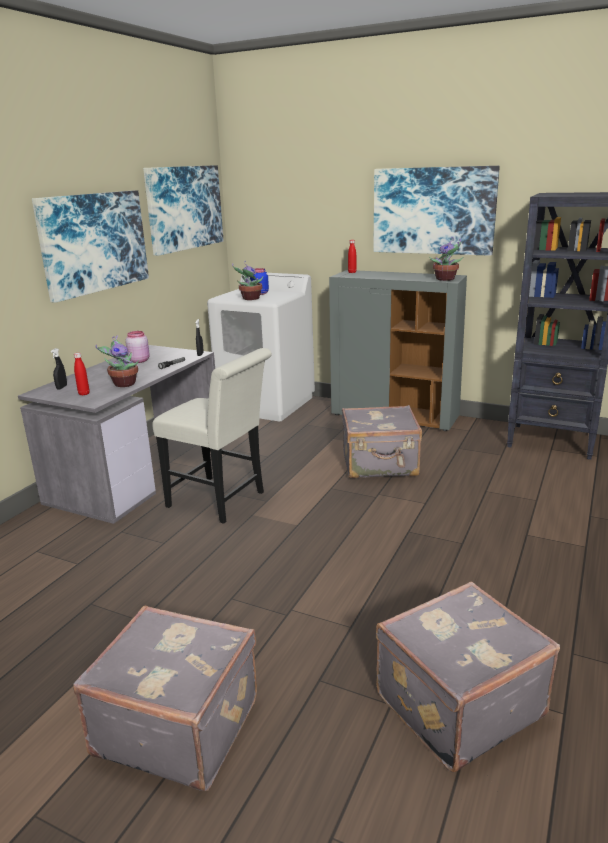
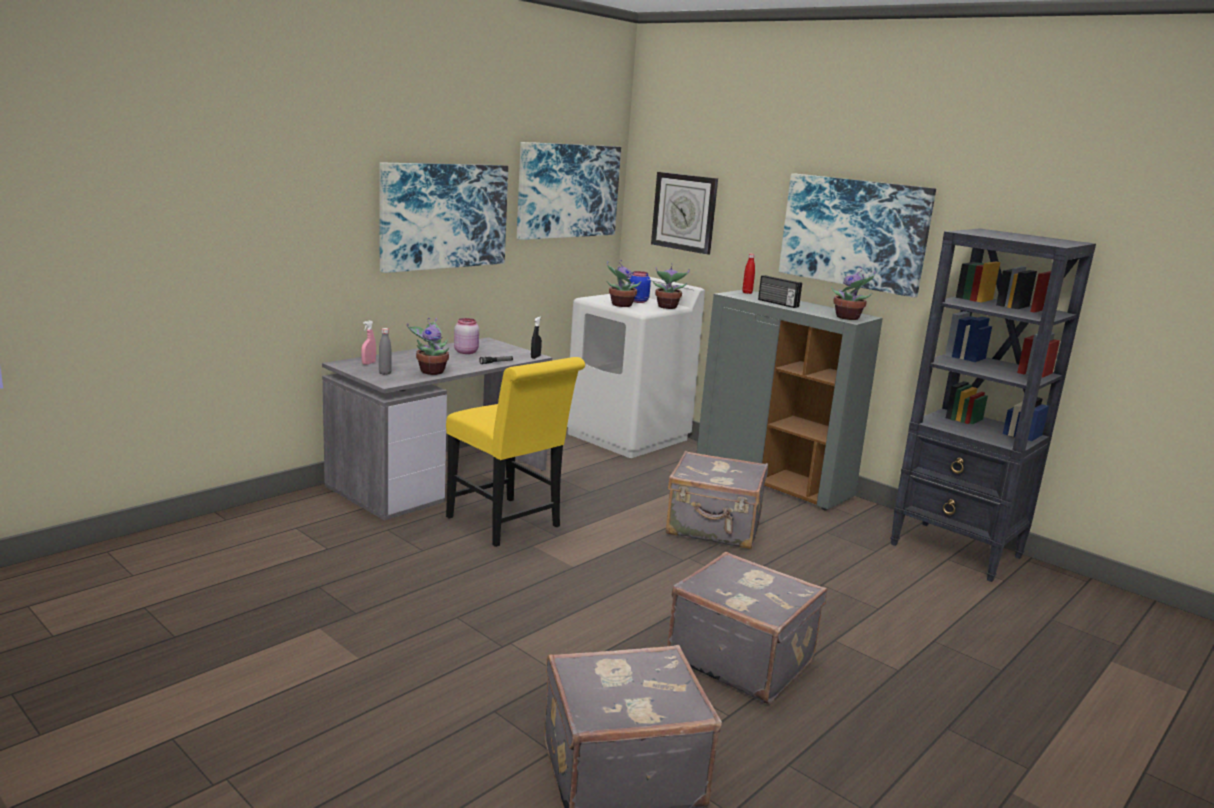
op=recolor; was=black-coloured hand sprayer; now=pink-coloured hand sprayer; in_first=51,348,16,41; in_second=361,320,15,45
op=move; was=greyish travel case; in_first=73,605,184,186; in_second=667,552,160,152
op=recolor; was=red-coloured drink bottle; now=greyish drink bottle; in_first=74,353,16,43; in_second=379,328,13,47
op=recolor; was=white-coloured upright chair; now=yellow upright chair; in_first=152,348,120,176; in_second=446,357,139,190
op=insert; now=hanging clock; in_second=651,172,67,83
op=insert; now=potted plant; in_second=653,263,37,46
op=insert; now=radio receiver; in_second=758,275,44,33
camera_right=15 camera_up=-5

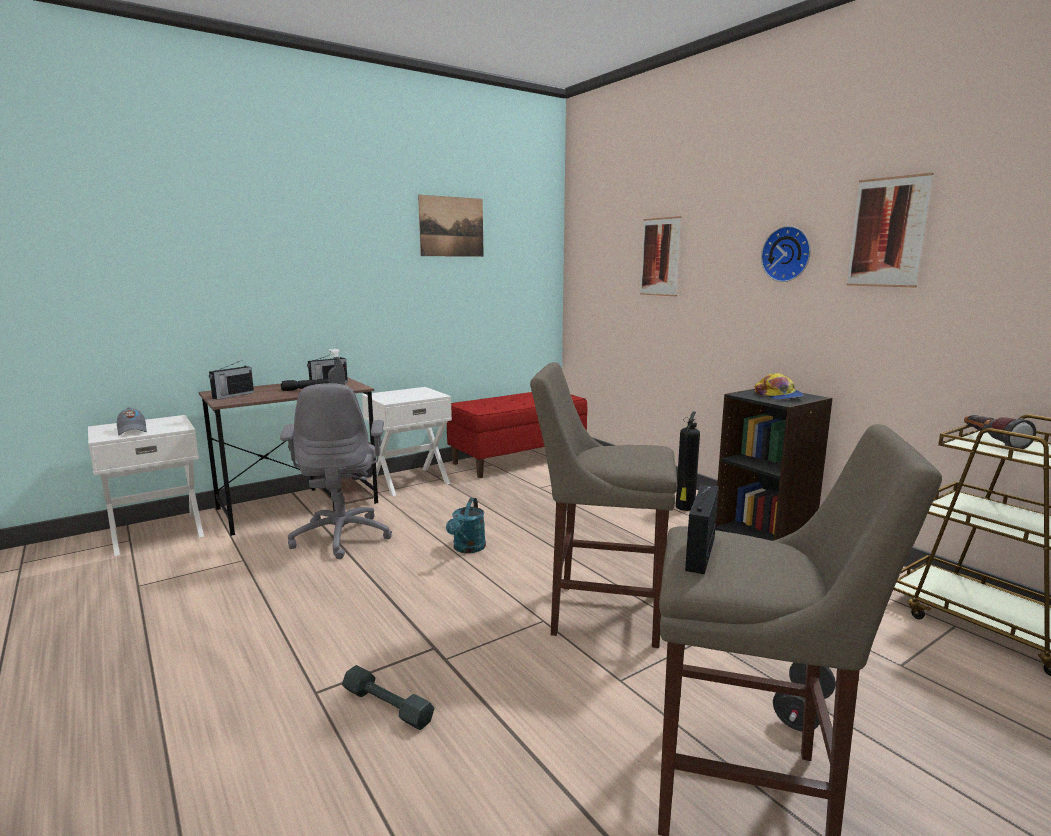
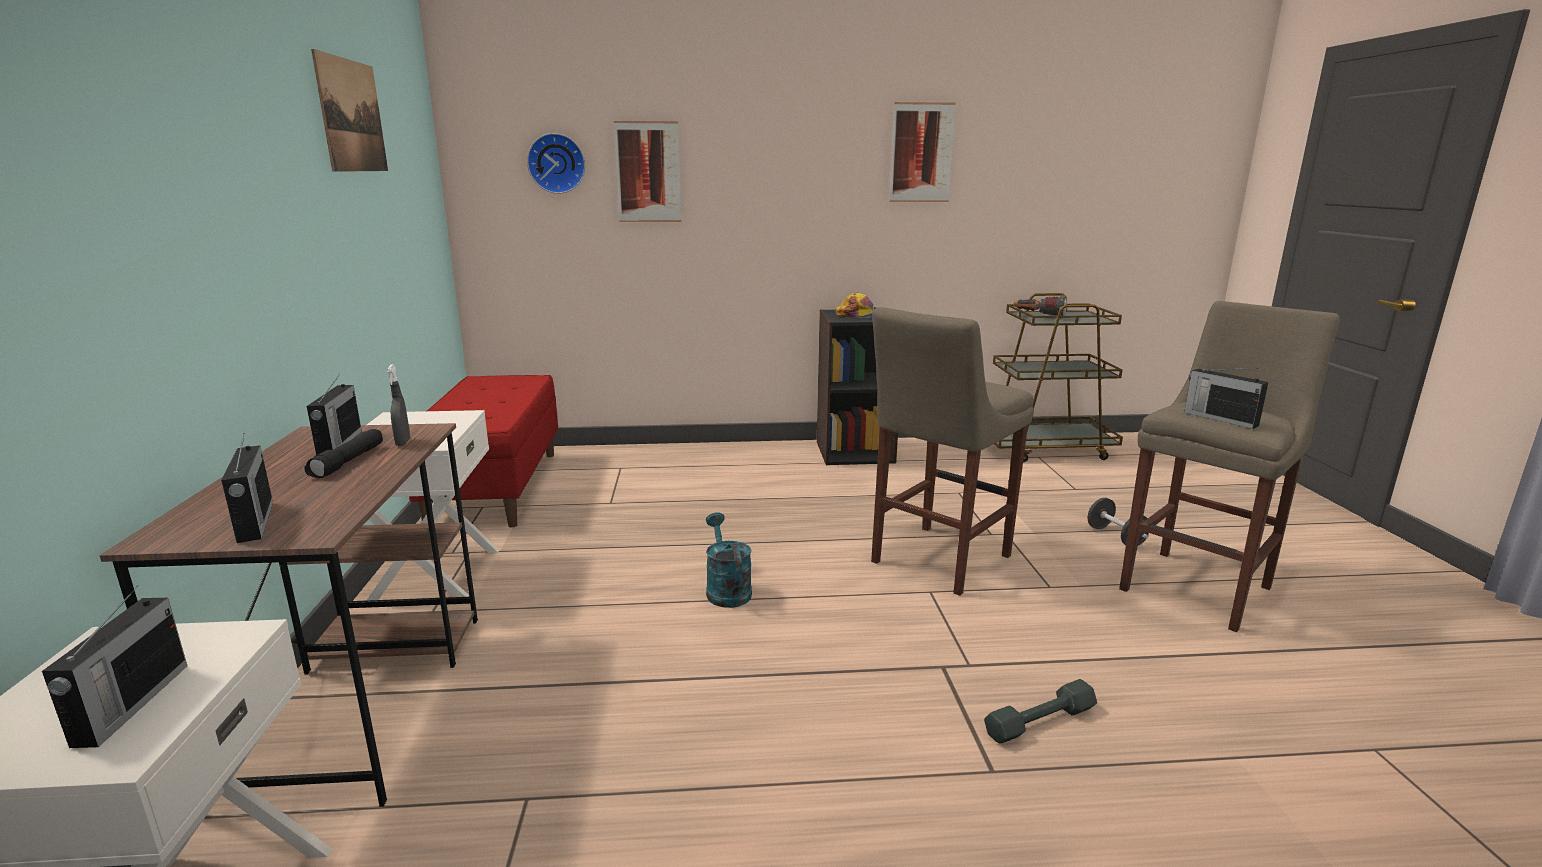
op=replace; was=greyish cap; now=radio receiver; in_first=117,407,30,28; in_second=42,585,145,163
op=delete; was=greyish office chair; in_first=280,383,112,176
op=rotate; was=blue-green watering pot; in_first=446,498,40,55; in_second=706,512,46,96; clockwise=-150
op=delete; was=extinguisher; in_first=676,412,24,99
op=move; was=hanging clock; in_first=761,226,50,56; in_second=527,133,58,61
camera_right=-60 camera_up=5

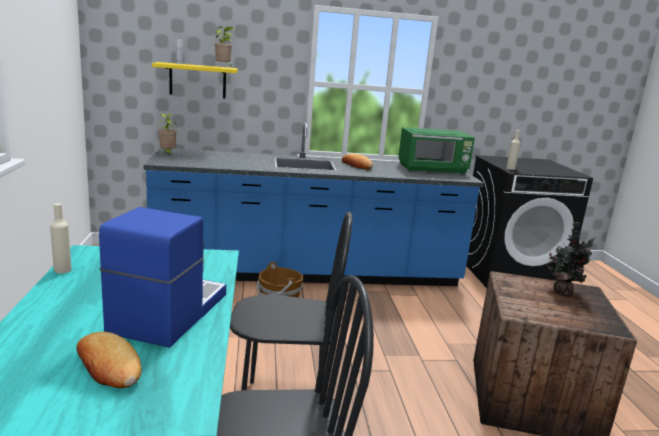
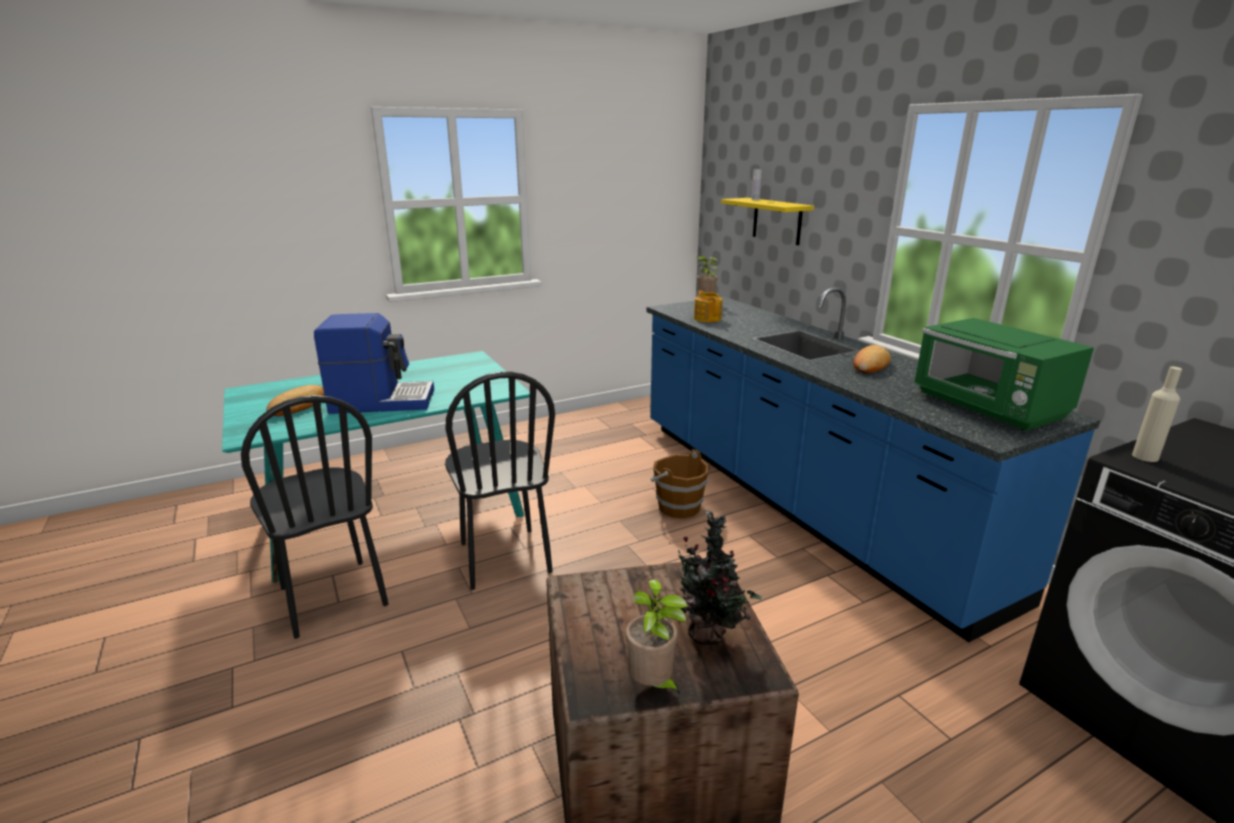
op=delete; was=beige drink bottle; in_first=50,203,22,71
op=move; was=potted plant; in_first=215,26,19,41; in_second=626,579,62,116
op=insert; now=pot for tea; in_second=694,291,28,31
camera_right=70 camera_up=5

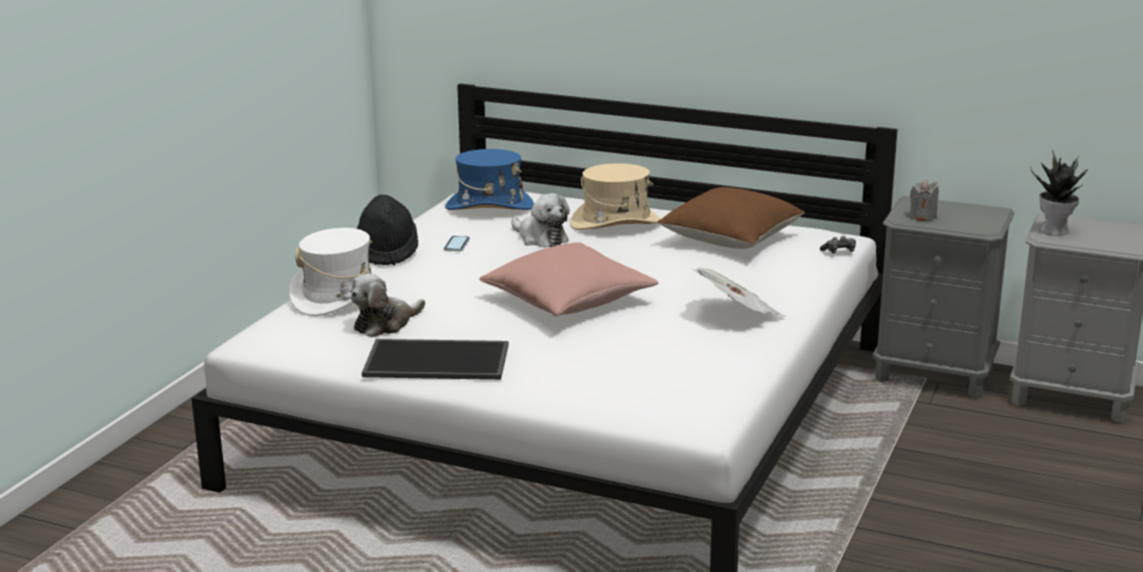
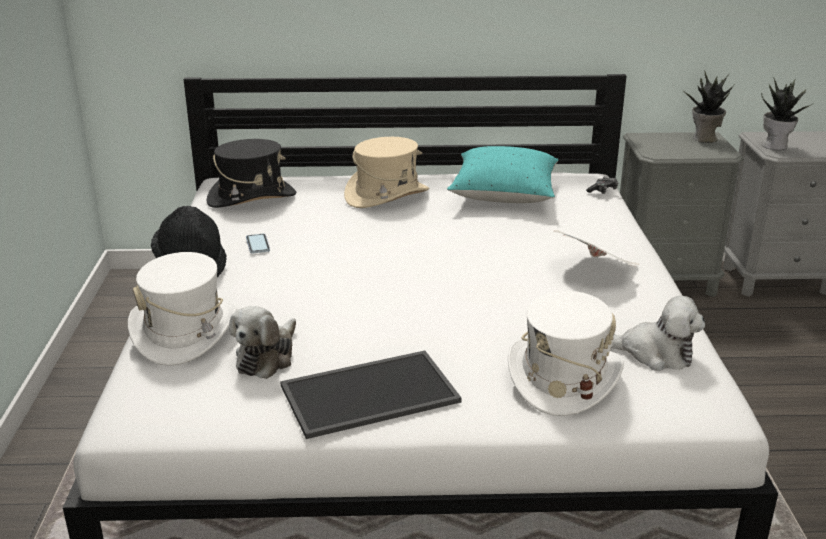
op=recolor; was=bluish clothing hat; now=black-coloured clothing hat; in_first=445,149,89,61; in_second=206,139,90,69
op=delete; was=pink-coloured pillow; in_first=479,242,180,74
op=move; was=soft toy; in_first=511,193,59,55; in_second=611,296,94,75
op=recolor; was=brownish pillow; now=blue-green pillow; in_first=657,187,148,62; in_second=447,146,112,57
op=delete; was=greyish wax candle; in_first=910,179,29,42
op=insert; now=white-coloured clothing hat; in_second=508,291,116,125
op=insert; now=potted plant; in_second=685,71,49,72
camera_right=-25 camera_up=5

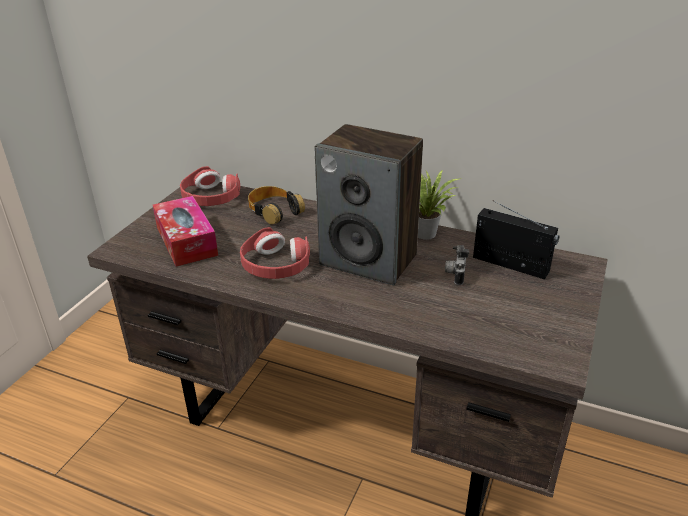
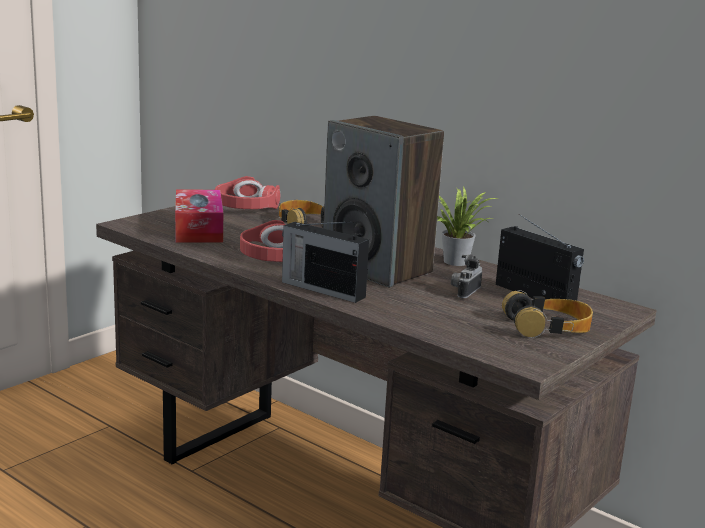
op=insert; now=radio receiver; in_second=282,221,87,82
op=insert; now=headset; in_second=502,290,91,48
camera_right=15 camera_up=-15

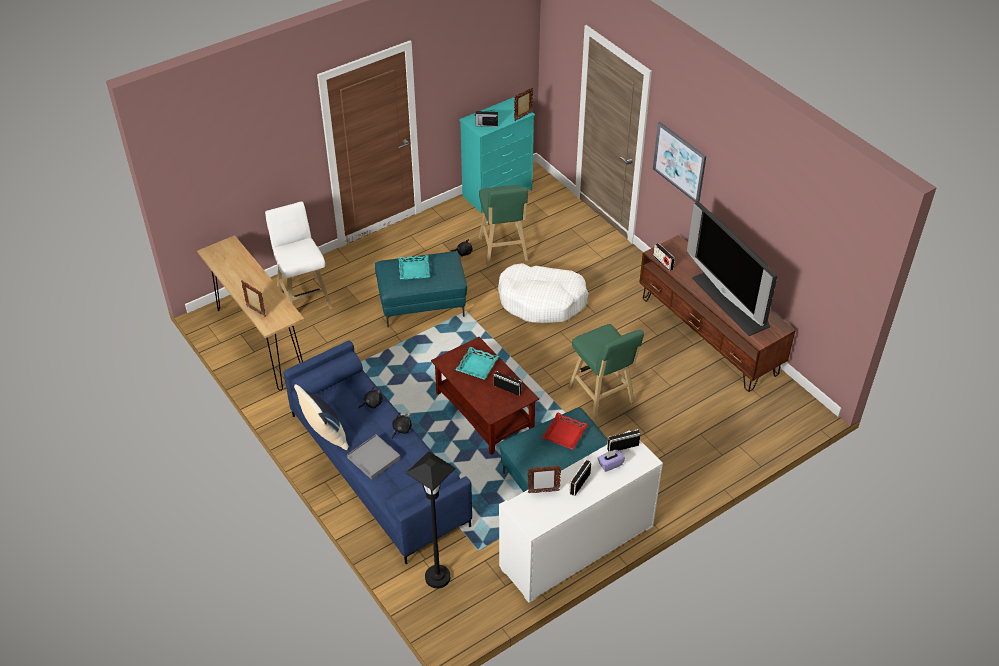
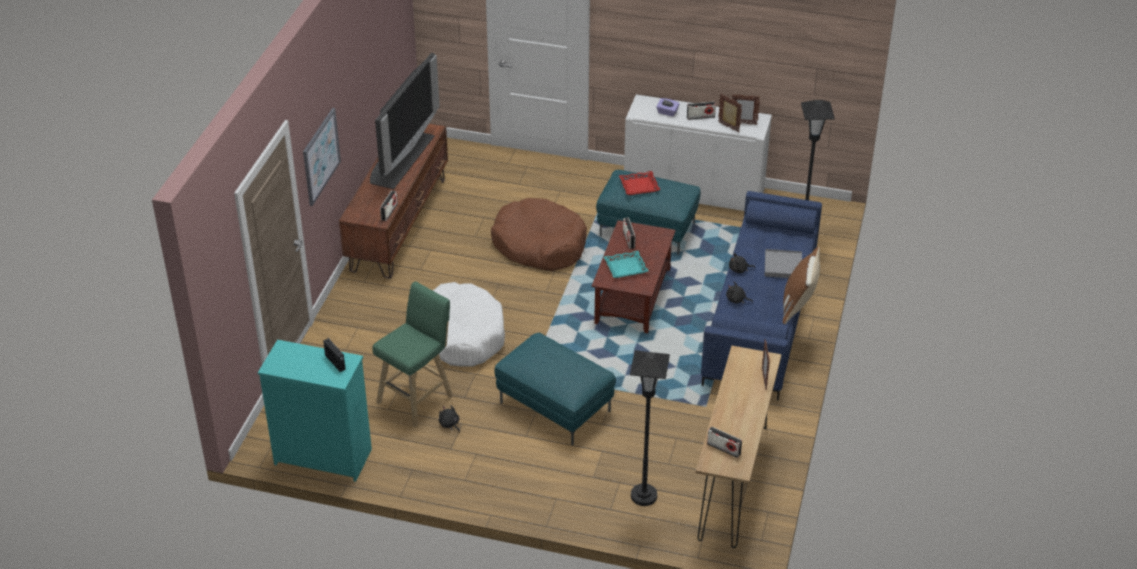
op=replace; was=white-coloured sitting stool; now=black-coloured standing lamp; in_first=265,201,68,108; in_second=630,350,40,156
op=recolor; was=bluish pillow; now=brownish pillow; in_first=294,384,55,66; in_second=783,247,37,77
op=delete; was=blue-green serving tray; in_first=398,255,32,25
op=move; was=picture frame; in_first=514,88,19,33; in_second=732,94,28,31
op=replace; was=green sitting stool; now=brownish pet bed; in_first=568,324,76,96; in_second=491,198,96,73
op=move; was=radio receiver; in_first=607,429,33,23; in_second=707,426,35,32
camera_right=-130 camera_up=-5

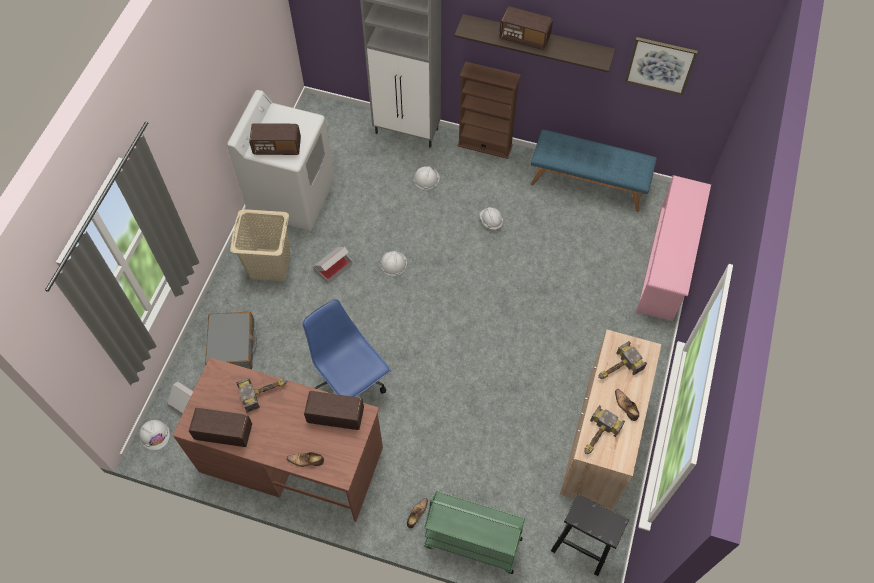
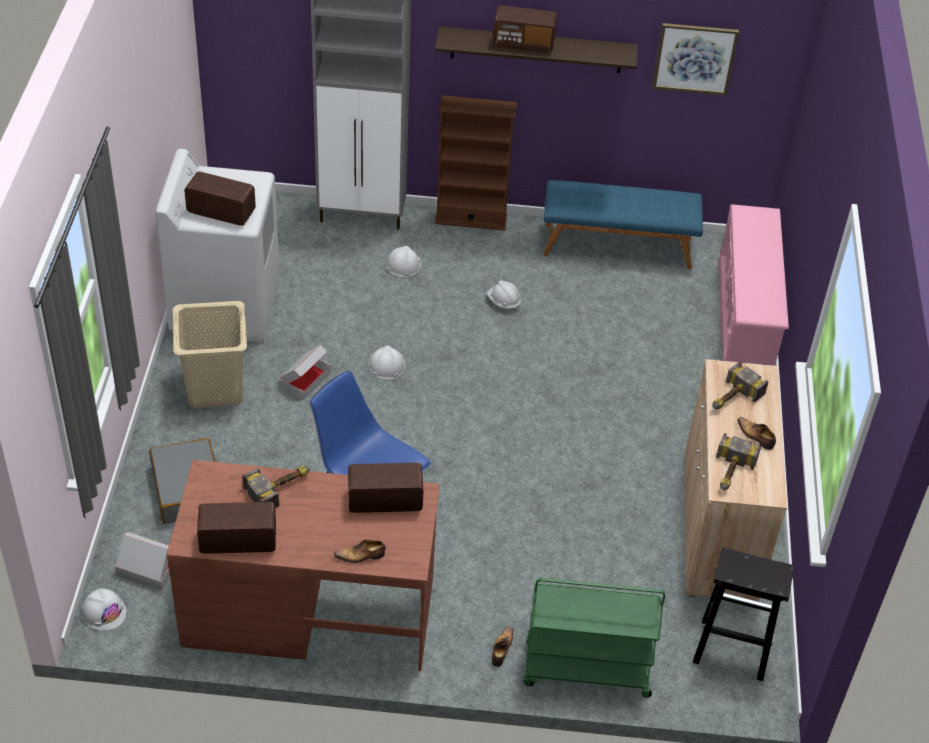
op=rotate; was=radio receiver; in_first=249,123,52,32; in_second=184,171,72,55; clockwise=-150
camera_right=-15 camera_up=-15

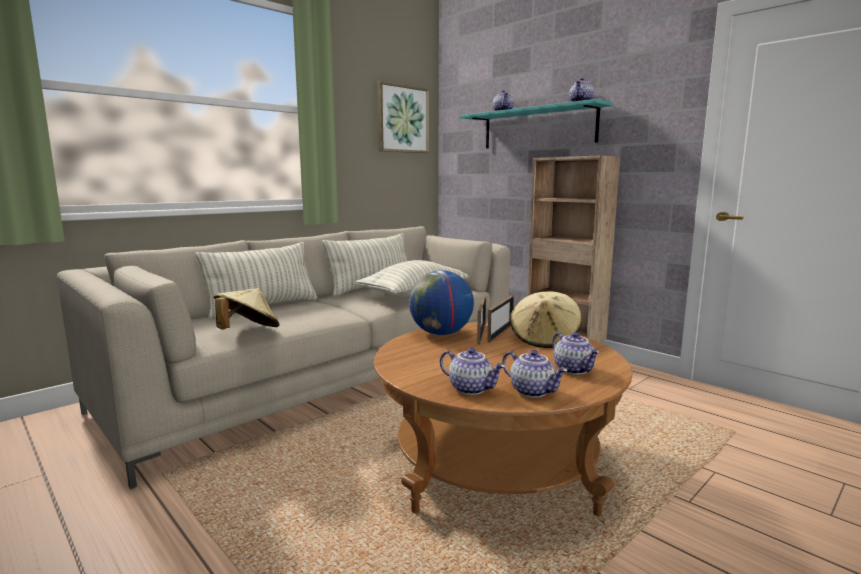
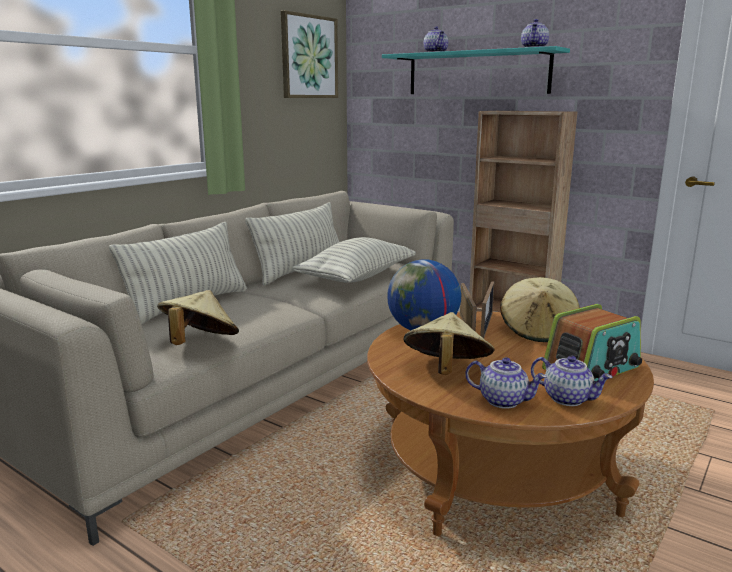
op=replace; was=pot for tea; now=radio receiver; in_first=552,332,48,43; in_second=542,304,100,77
op=insert; now=beige clothing hat; in_second=404,312,91,63
camera_right=-10 camera_up=5

